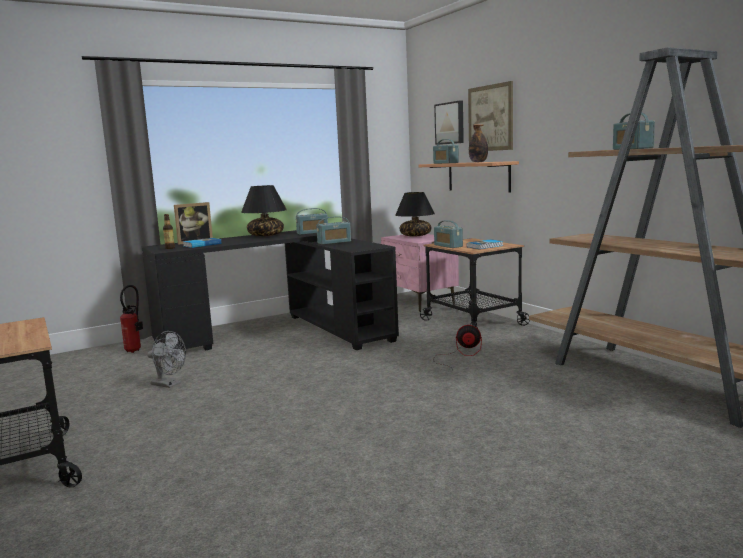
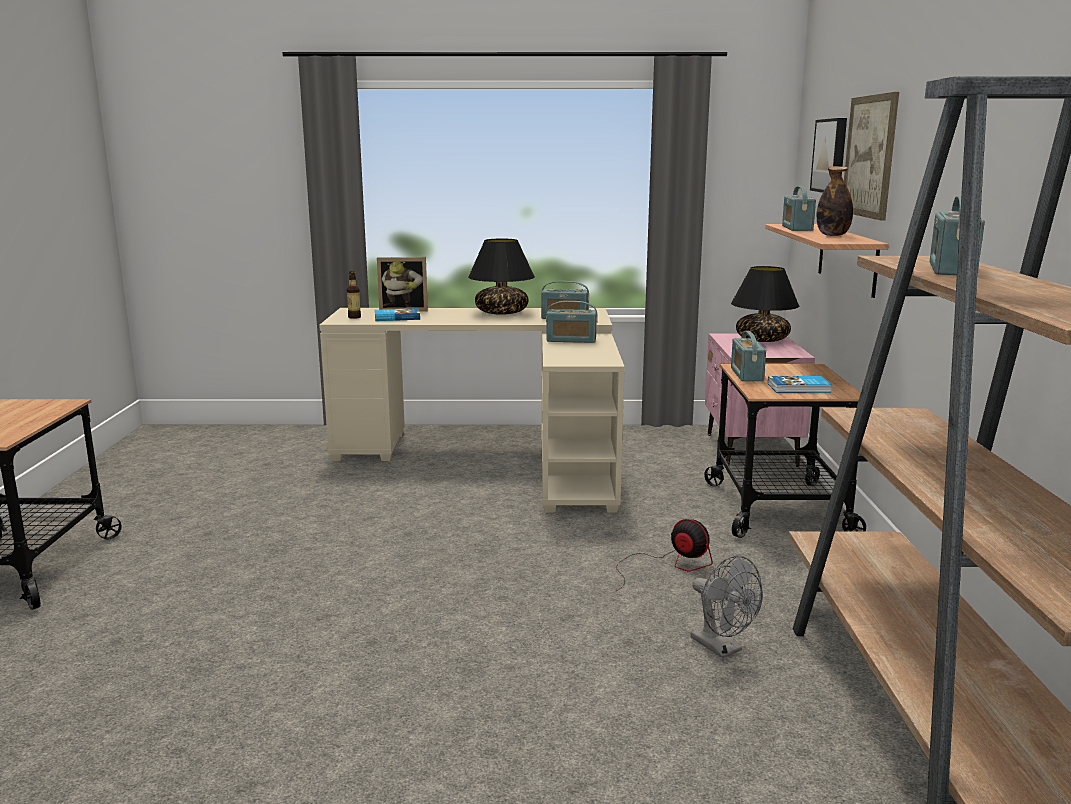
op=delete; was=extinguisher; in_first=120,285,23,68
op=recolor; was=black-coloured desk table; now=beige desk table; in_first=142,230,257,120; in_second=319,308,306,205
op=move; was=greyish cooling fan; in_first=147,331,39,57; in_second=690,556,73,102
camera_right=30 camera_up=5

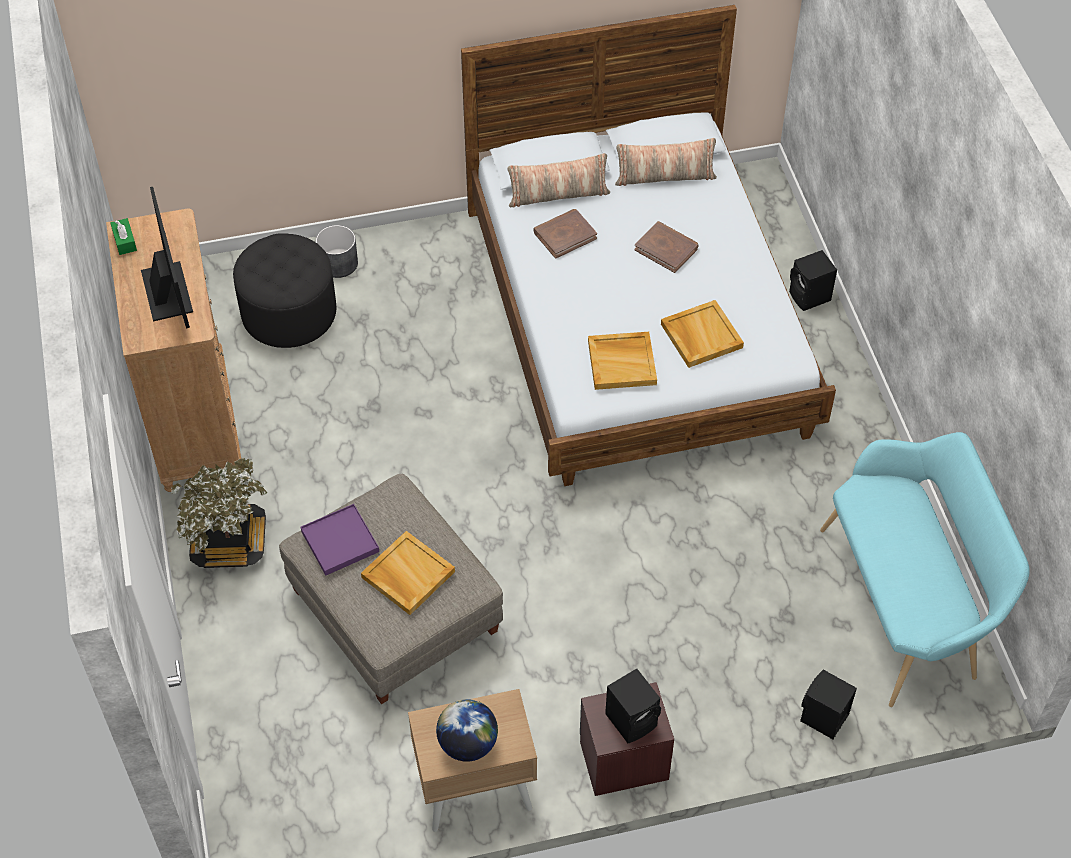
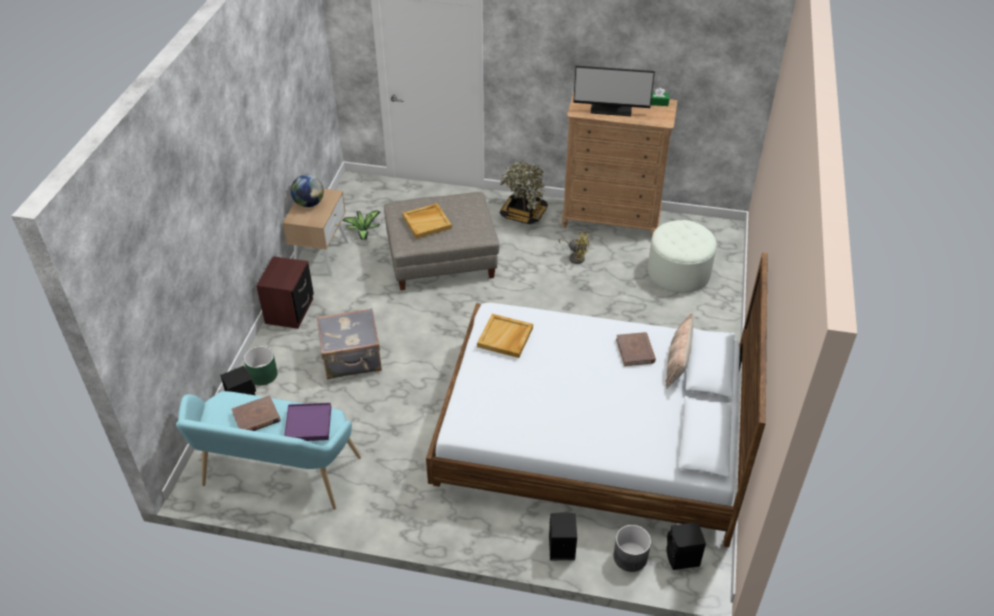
op=recolor; was=black-coloured footrest; now=white-coloured footrest; in_first=233,233,103,115; in_second=648,220,69,73
op=move; was=purple-coloured serving tray; in_first=301,504,78,72; in_second=284,403,47,38
op=move; was=greyish flower pot; in_first=316,225,42,53; in_second=614,525,37,47
op=move; was=black-coloured loudspeaker; in_first=605,669,56,74; in_second=666,522,40,48
op=delete; was=pillow; in_first=615,138,102,48
op=move; was=brownish book; in_first=634,221,65,52; in_second=231,395,50,36
op=delete; was=beige serving tray; in_first=661,300,83,68
op=insert; now=green flower pot; in_second=244,346,34,39
op=insert; now=greyish travel case; in_second=317,308,65,71
op=insert; now=potted plant; in_second=342,210,39,30
op=insert; now=yellow cooling fan; in_second=558,232,31,32
camera_right=115 camera_up=-10

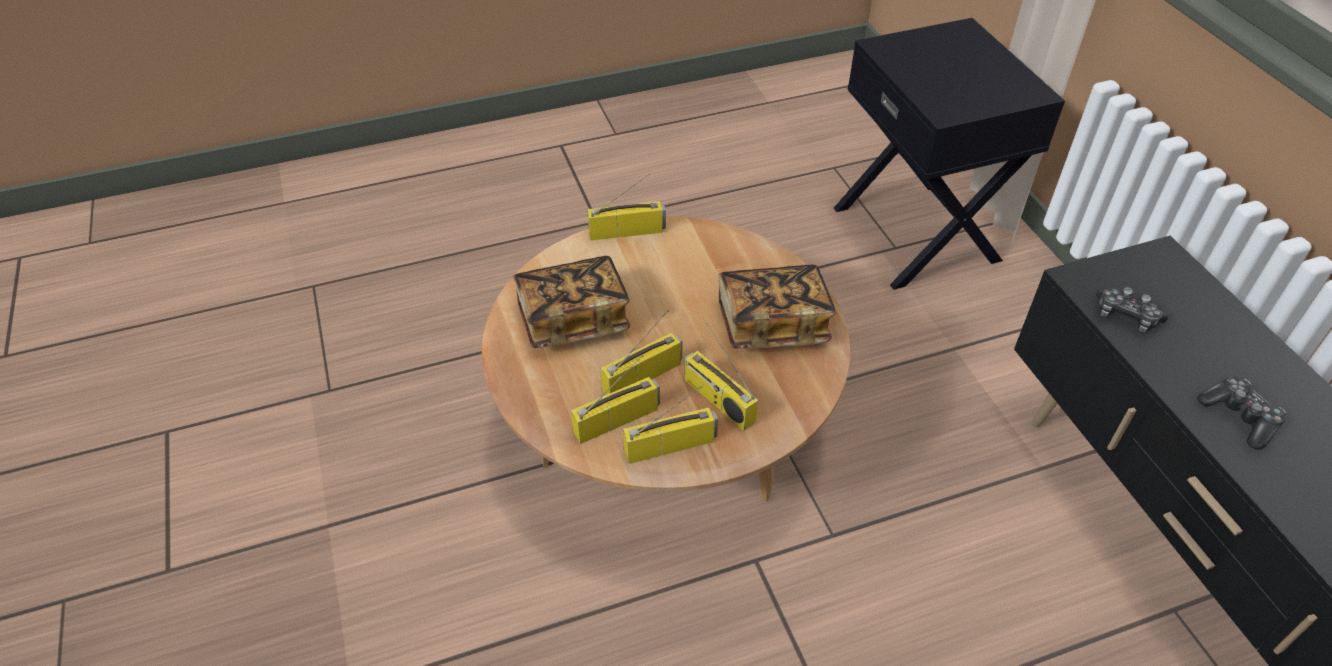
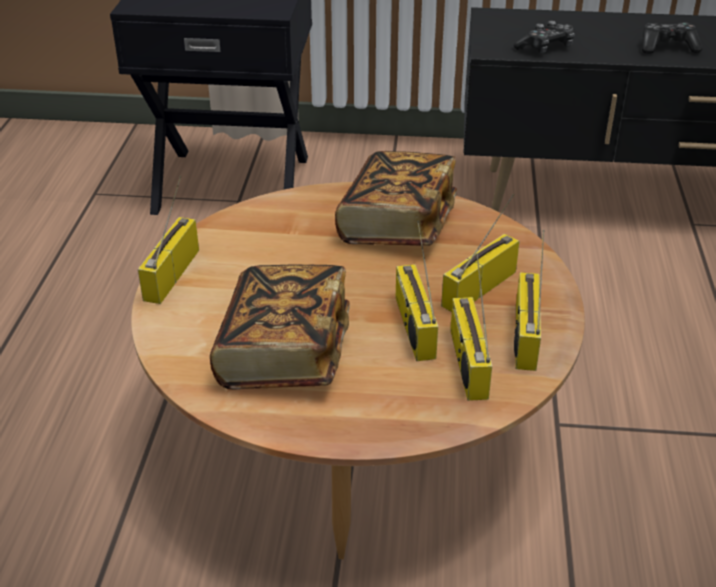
op=rotate; was=radio receiver; in_first=684,323,74,108; in_second=441,194,79,118; clockwise=150
camera_right=-65 camera_up=-10

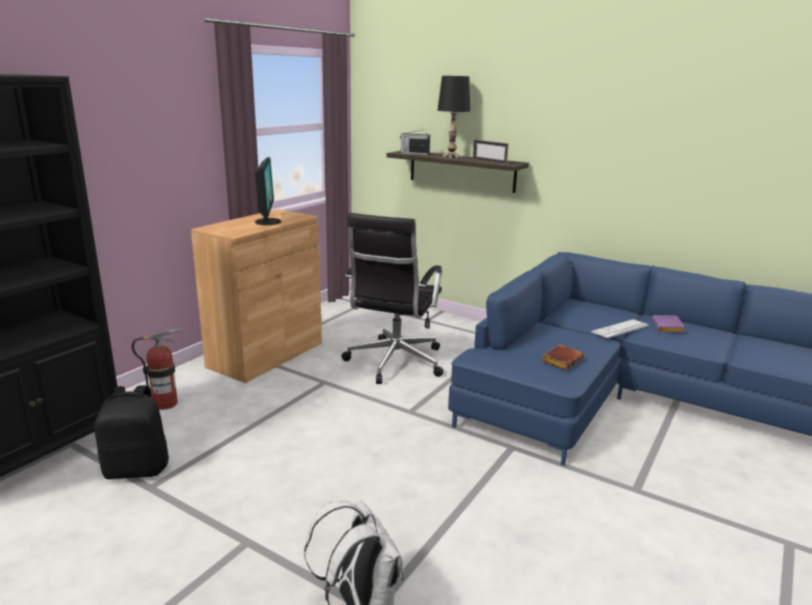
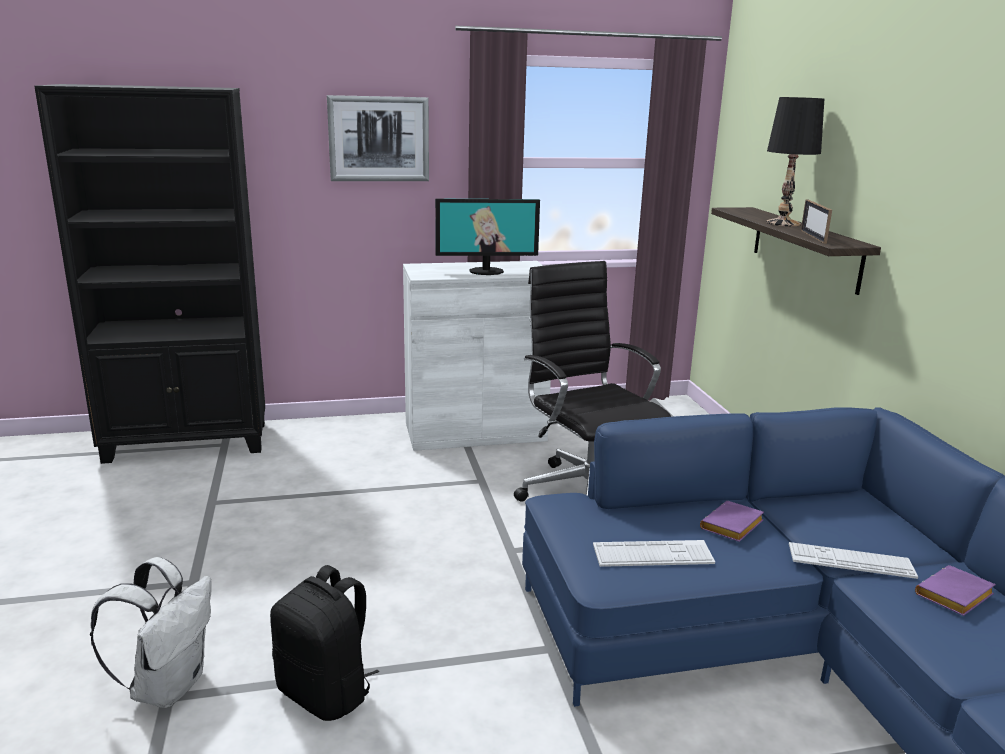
op=move; was=black-coloured knapsack; in_first=94,385,75,94; in_second=270,565,109,156
op=delete; was=extinguisher; in_first=132,328,49,82
op=recolor; was=brownish cupboard; now=white-coloured cupboard; in_first=191,209,131,174; in_second=403,261,148,190
op=rotate; was=computer screen; in_first=255,157,26,68; in_second=435,198,105,77; clockwise=45
op=rotate; was=black-coloured office chair; in_first=341,213,103,171; in_second=514,261,157,241; clockwise=90
op=delete; was=radio receiver; in_first=400,129,30,26
op=replace; was=brownish book; now=PC keyboard; in_first=541,344,43,26; in_second=593,540,122,27
op=insert; now=wall picture; in_second=327,95,102,86
op=insert; now=purple-coloured book; in_second=700,501,64,41
camera_right=45 camera_up=0

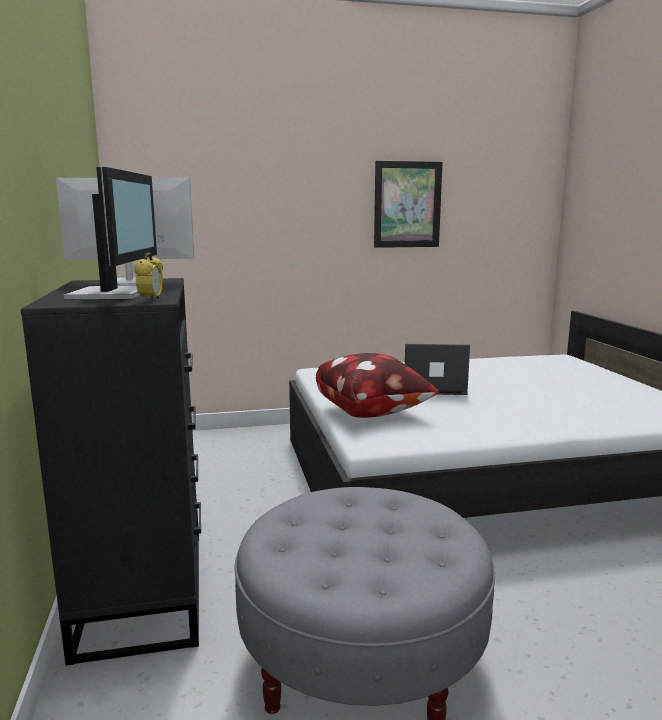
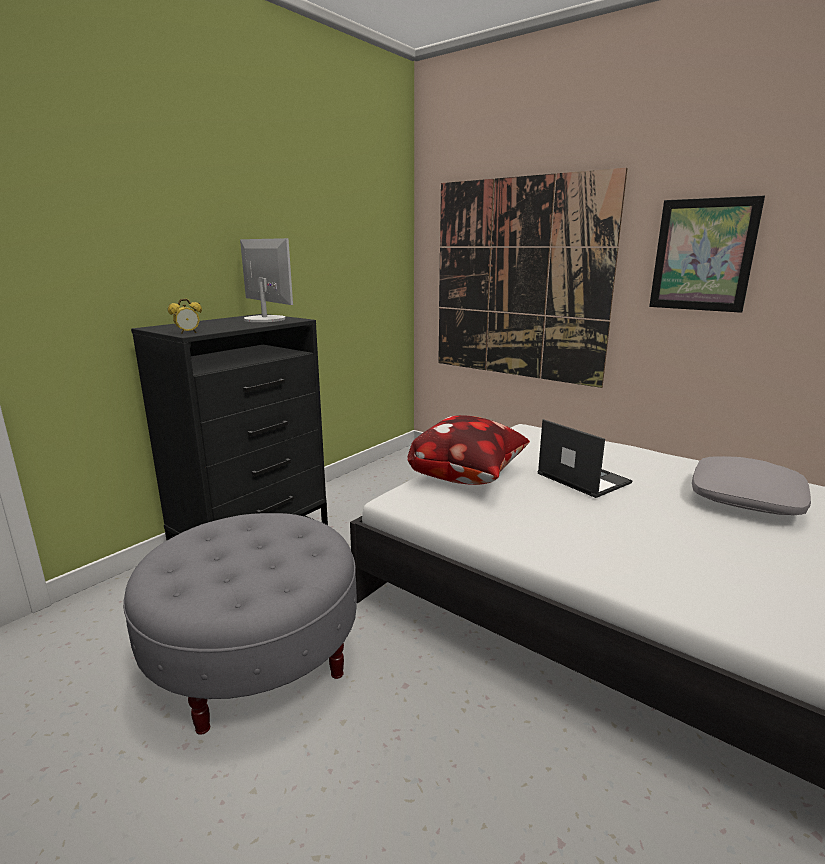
op=delete; was=computer screen; in_first=64,167,93,132
op=insert; now=wall picture; in_second=438,168,190,220
op=insert; now=greyish pillow; in_second=692,456,119,59
camera_right=50 camera_up=5

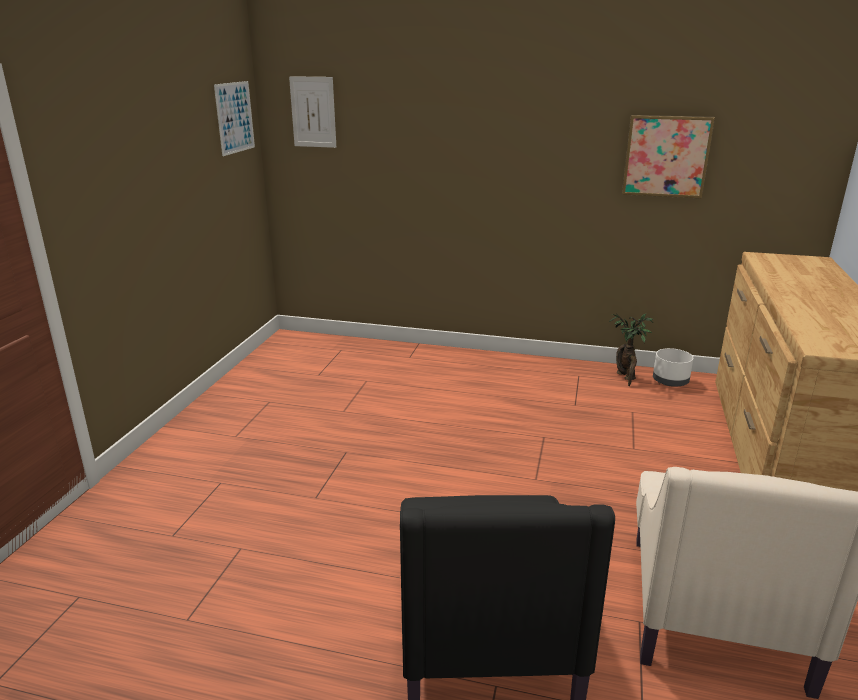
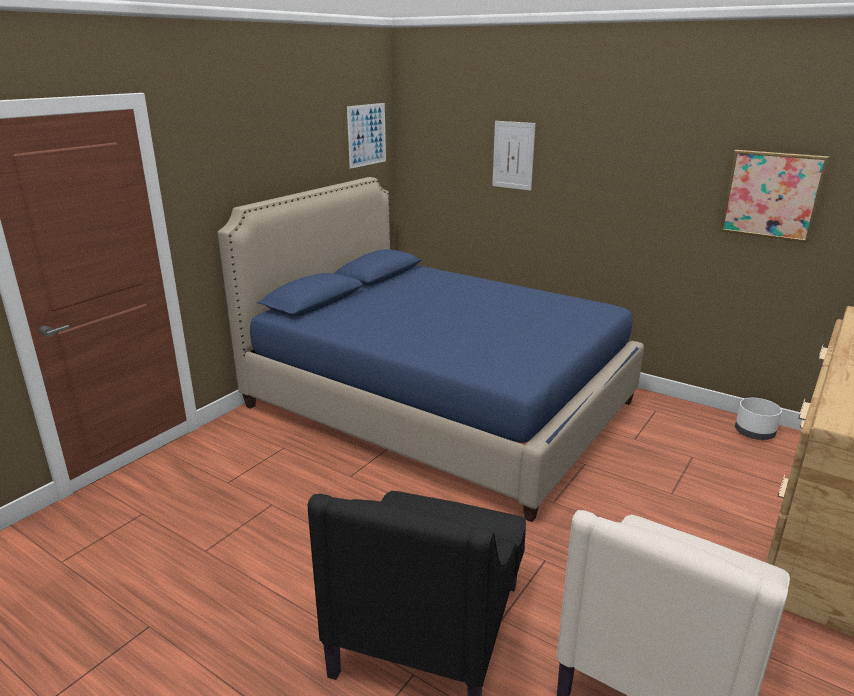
op=move; was=wall picture; in_first=289,76,47,72; in_second=492,121,44,70
op=delete; was=potted plant; in_first=609,313,45,73
op=insert; now=bluish bed; in_second=218,177,426,345
camera_right=20 camera_up=0

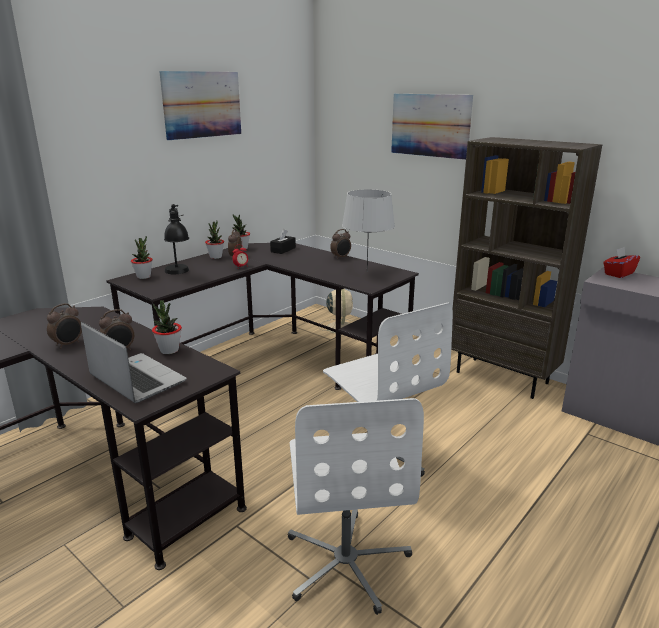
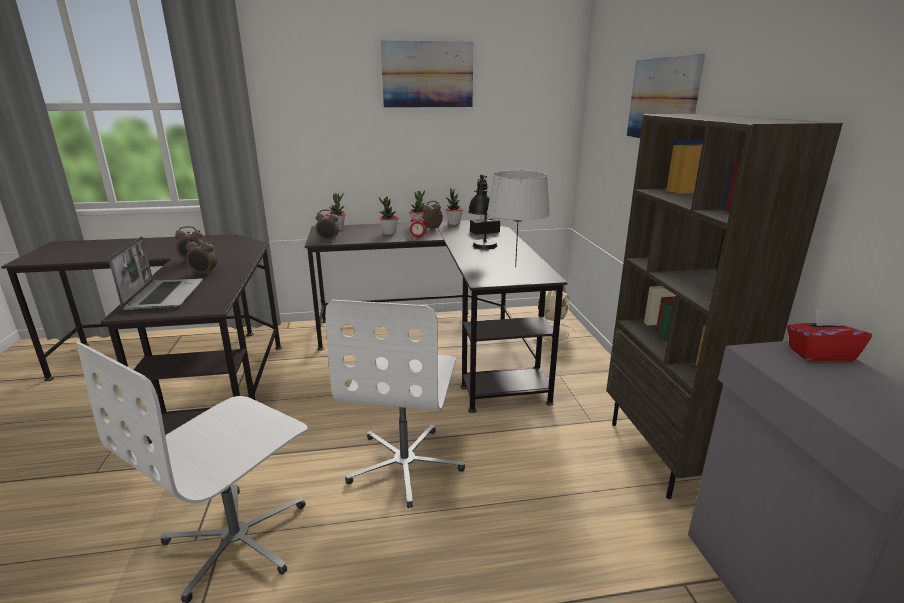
op=move; was=potted plant; in_first=152,300,30,54; in_second=379,197,20,38
op=move; was=black-coloured tabletop lamp; in_first=164,204,25,70; in_second=468,174,29,75
op=move; was=bedside clock; in_first=330,229,21,30; in_second=315,210,24,31
camera_right=40 camera_up=0

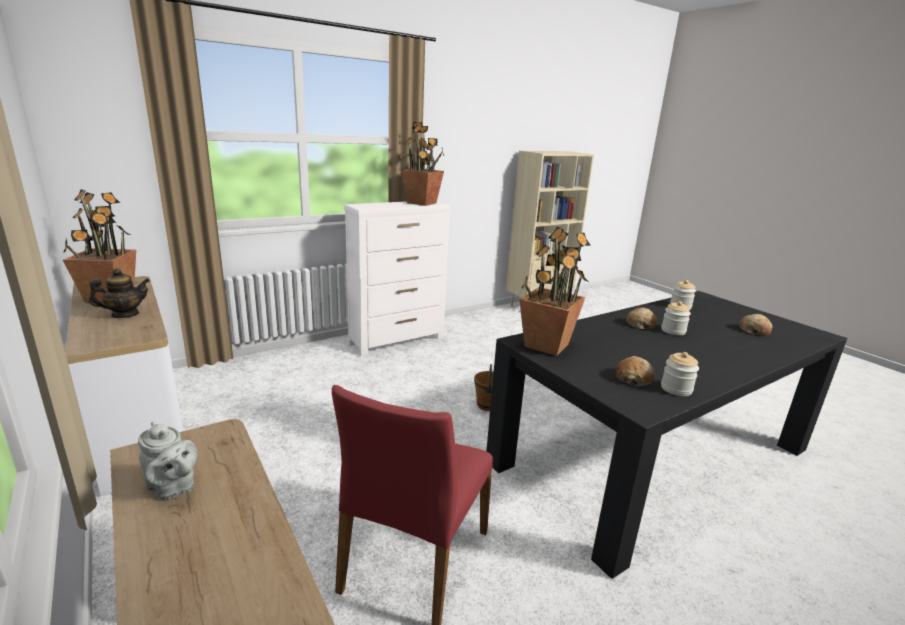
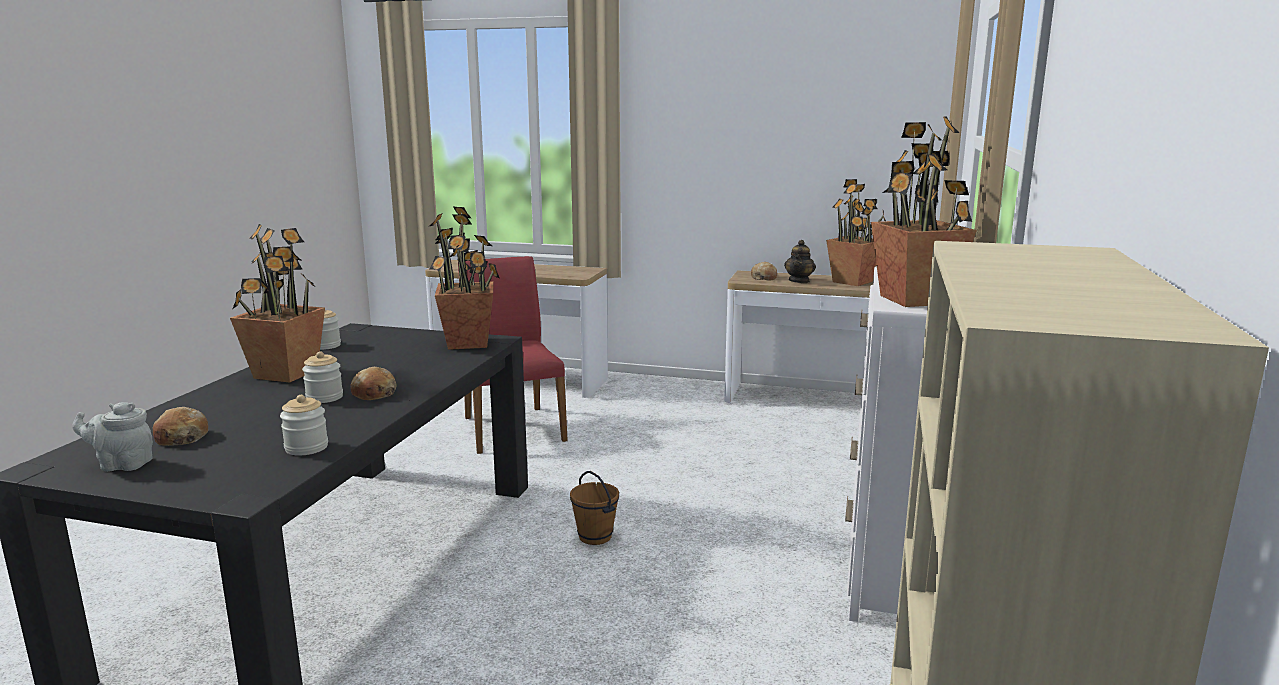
op=move; was=greyish pot for tea; in_first=138,421,59,79; in_second=72,402,81,70
op=move; was=bakery bread; in_first=616,356,39,30; in_second=751,262,26,19
op=insert; now=potted plant; in_second=230,224,95,159
camera_right=140 camera_up=-5

